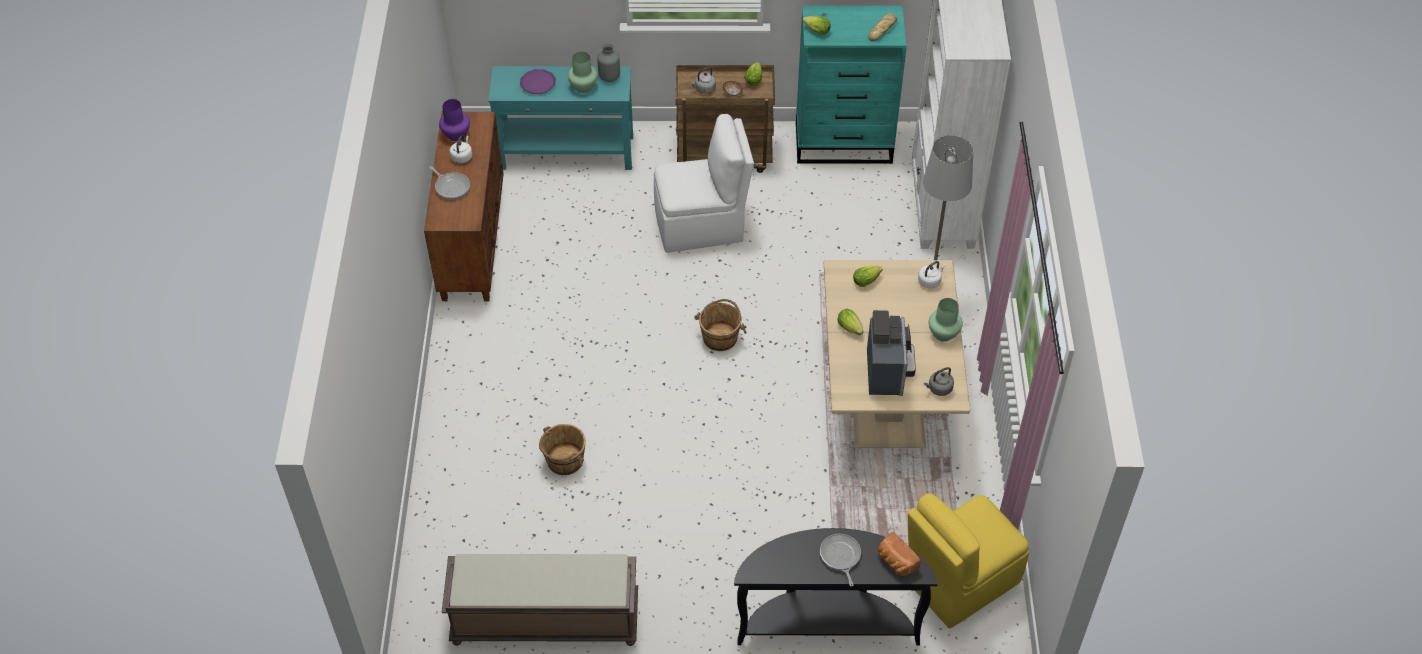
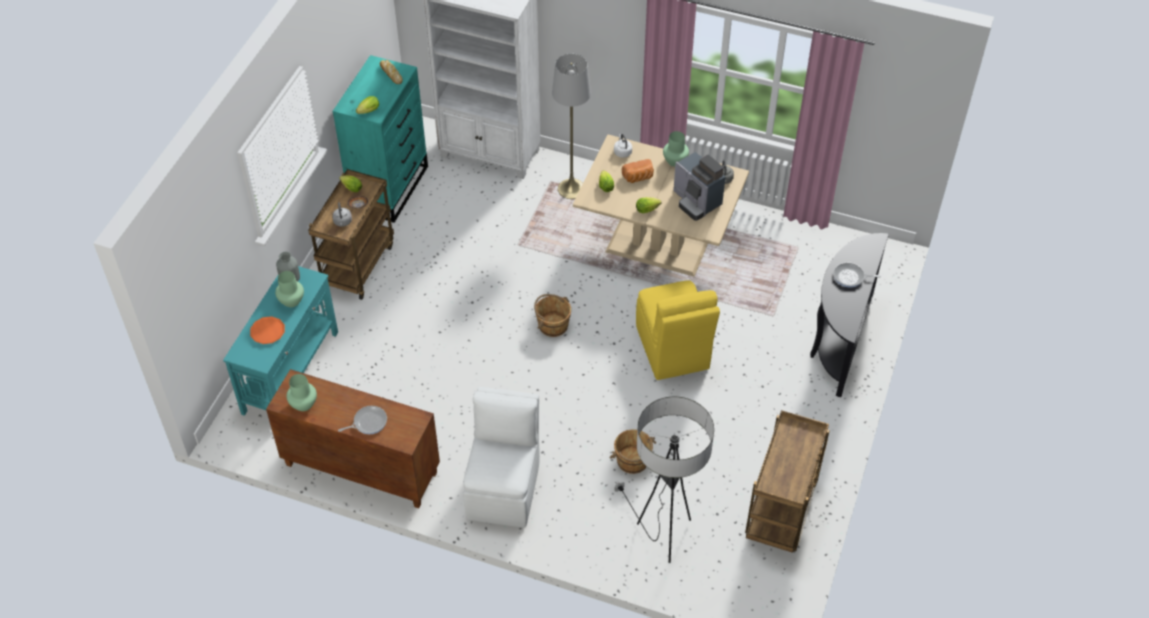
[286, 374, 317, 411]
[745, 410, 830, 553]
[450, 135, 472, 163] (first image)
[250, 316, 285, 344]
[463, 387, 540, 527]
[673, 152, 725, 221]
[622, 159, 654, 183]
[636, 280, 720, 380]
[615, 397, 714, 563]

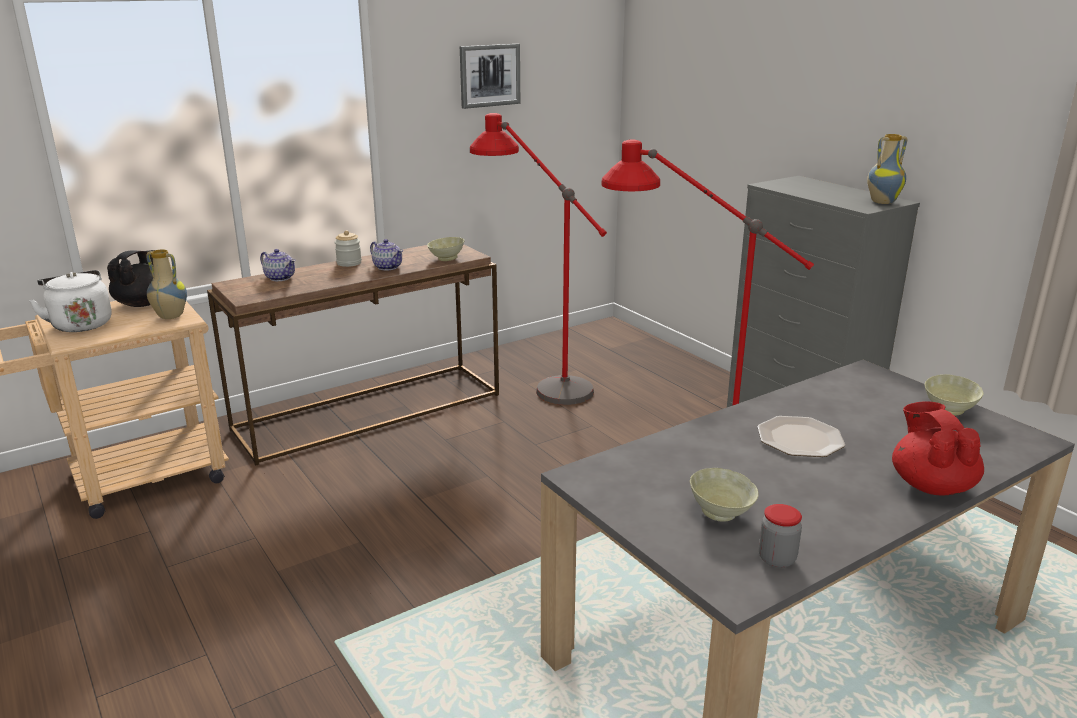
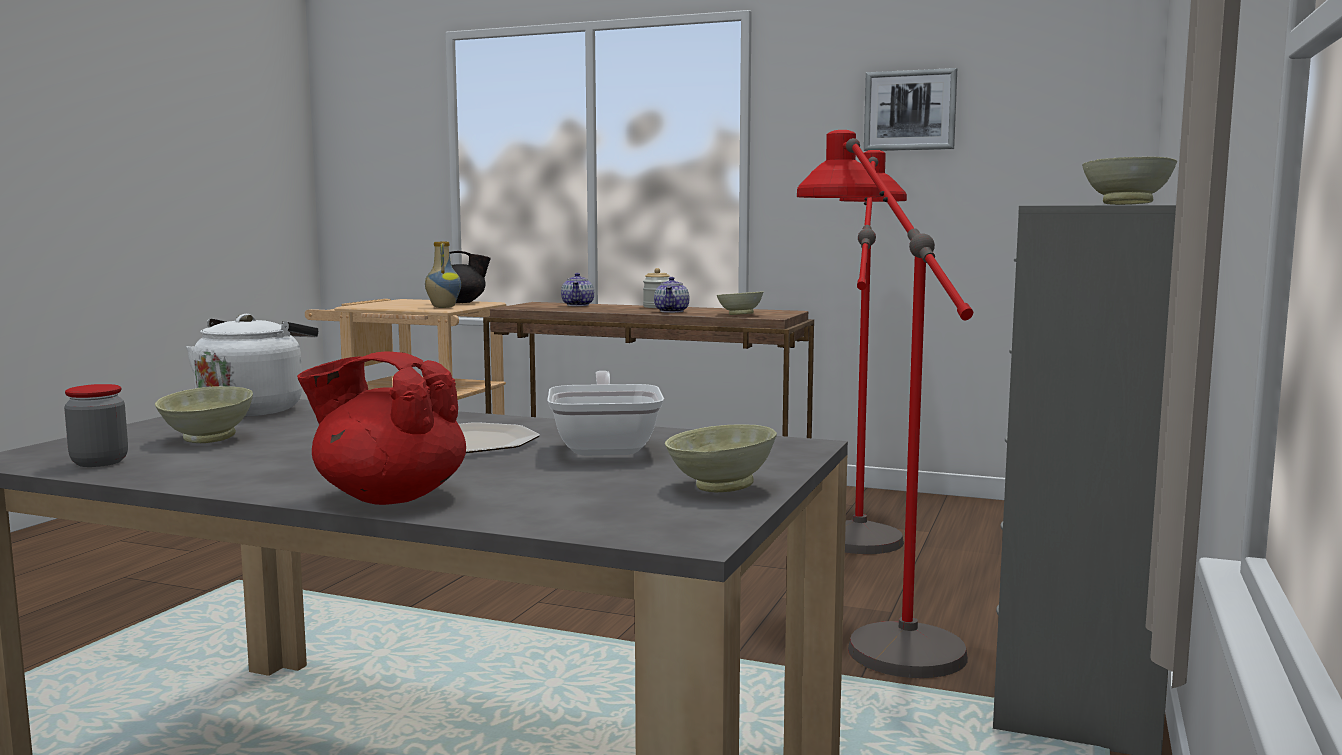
[186, 314, 318, 416]
[1082, 157, 1177, 205]
[297, 351, 466, 505]
[547, 371, 664, 456]

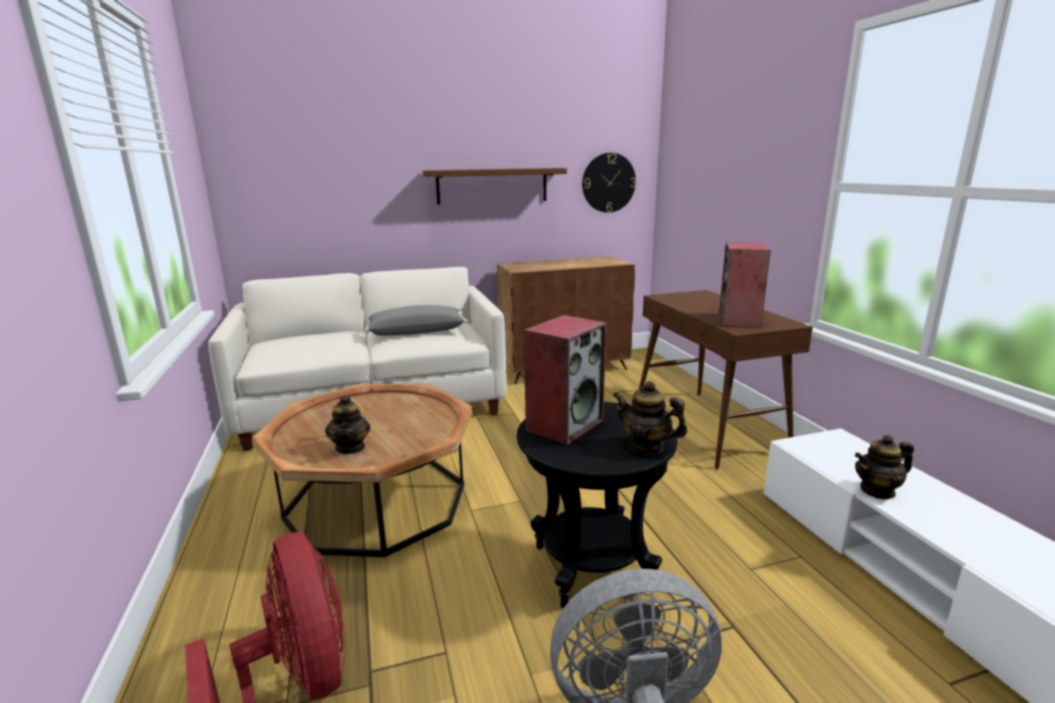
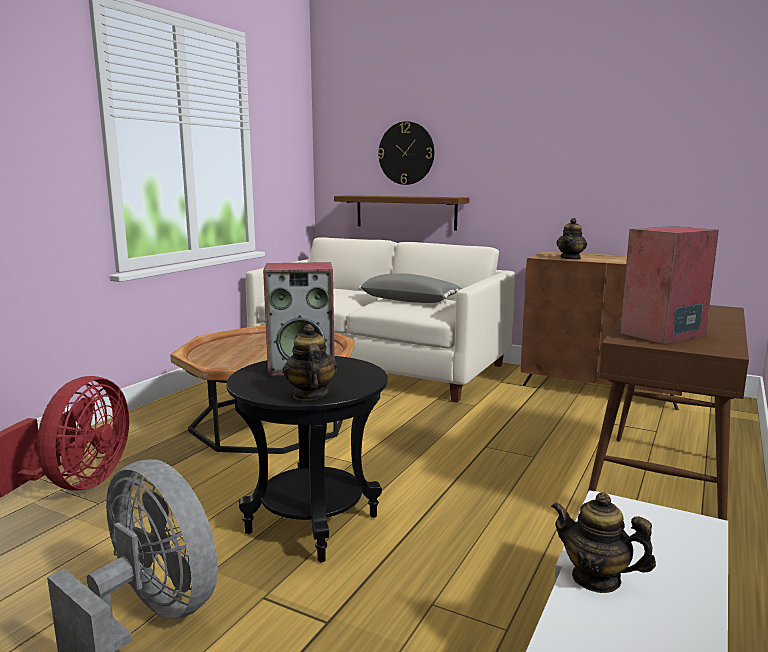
[557, 218, 587, 260]
[334, 195, 469, 231]
[378, 121, 434, 185]

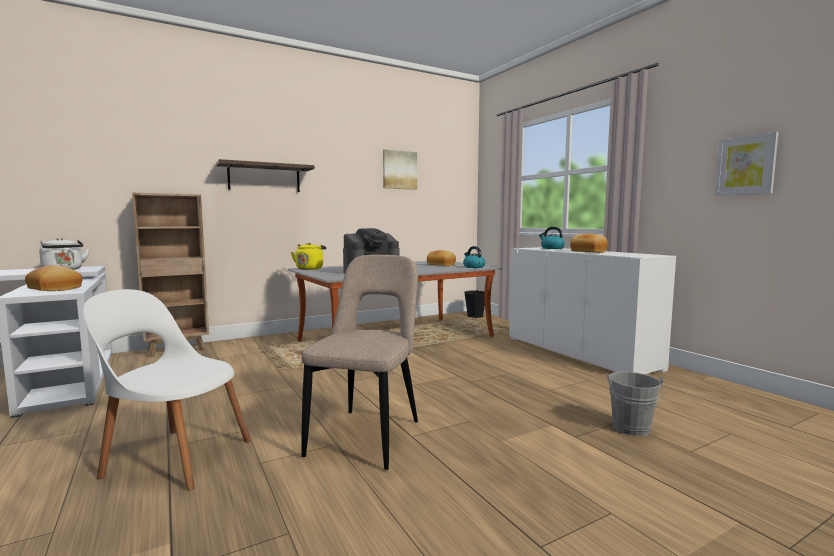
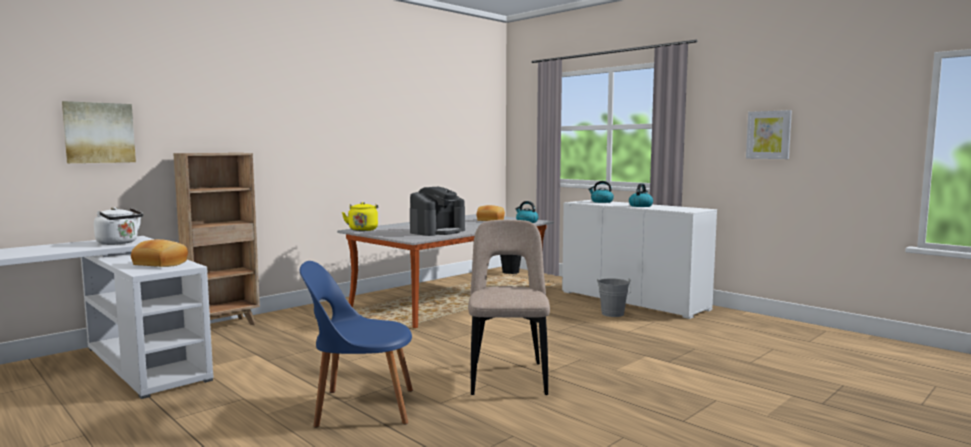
[300, 261, 413, 427]
[216, 159, 315, 192] (first image)
[62, 101, 136, 163]
[629, 183, 653, 207]
[597, 278, 631, 317]

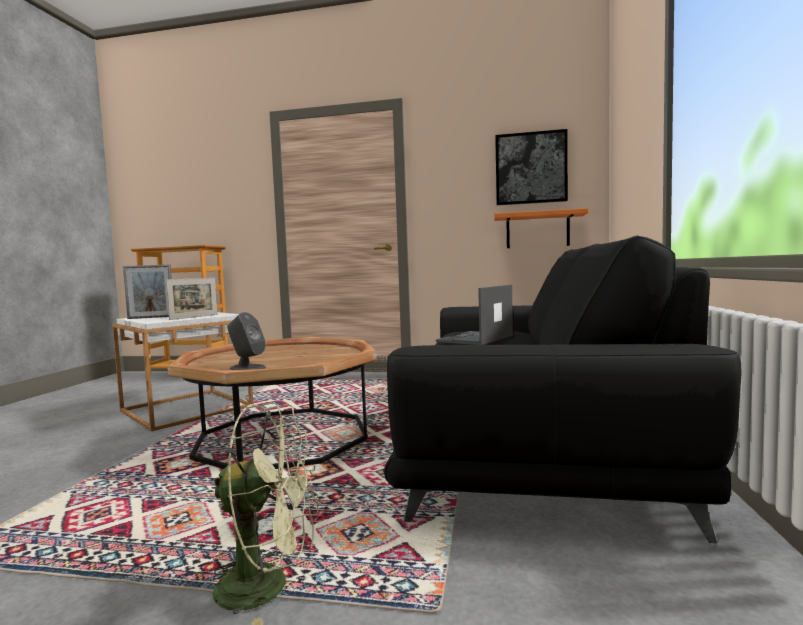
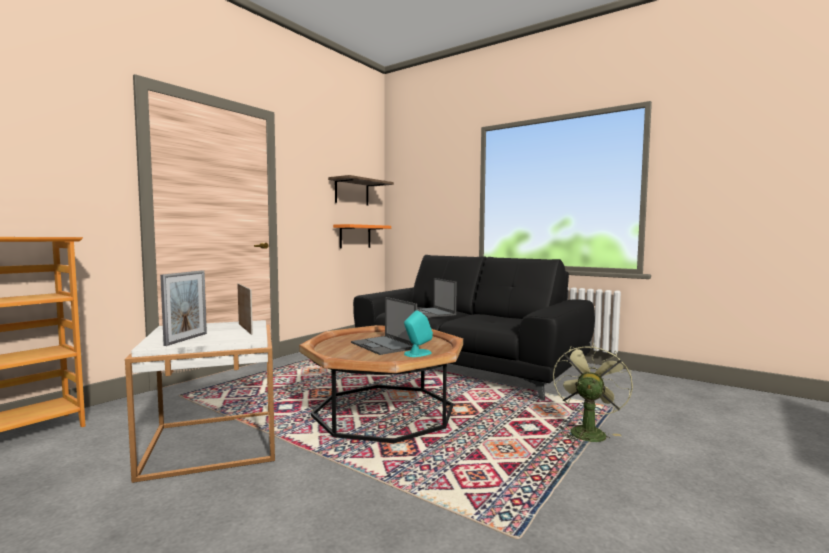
[404, 310, 433, 357]
[328, 175, 394, 206]
[351, 297, 417, 355]

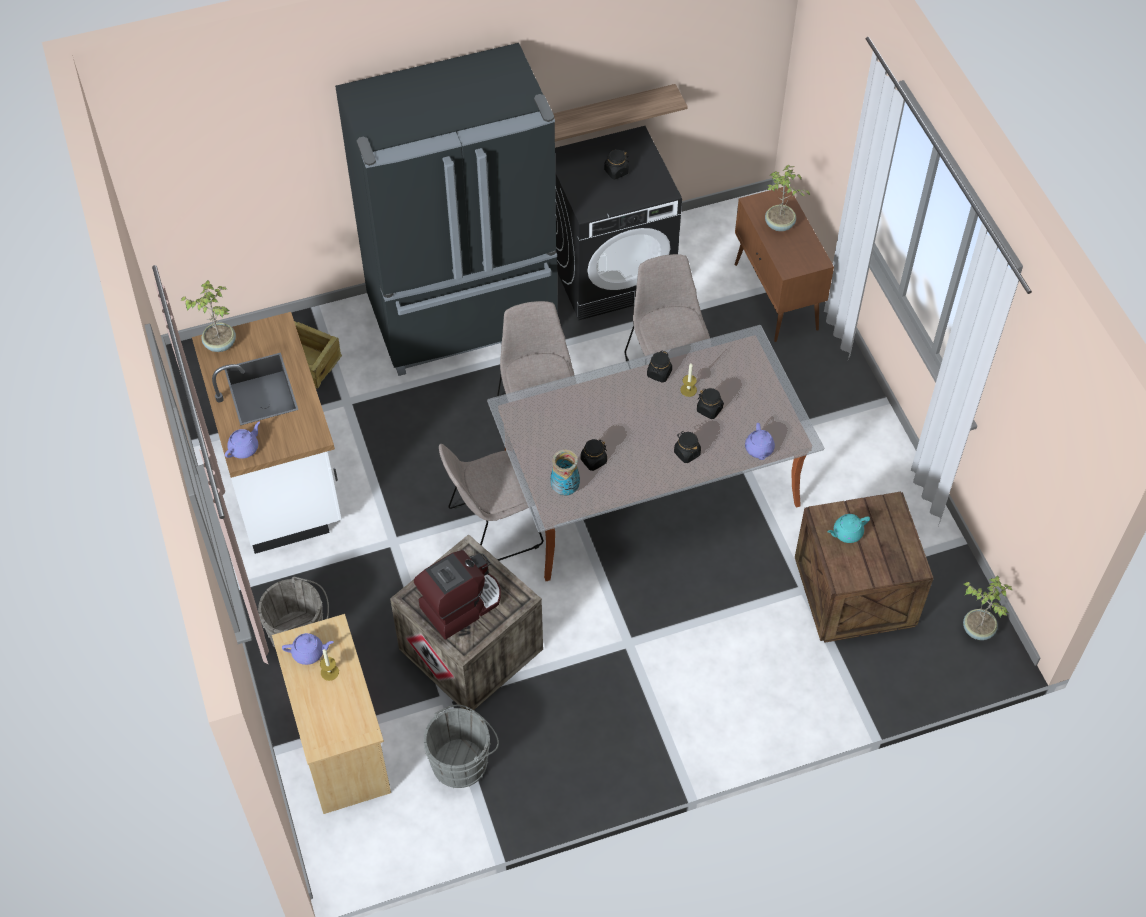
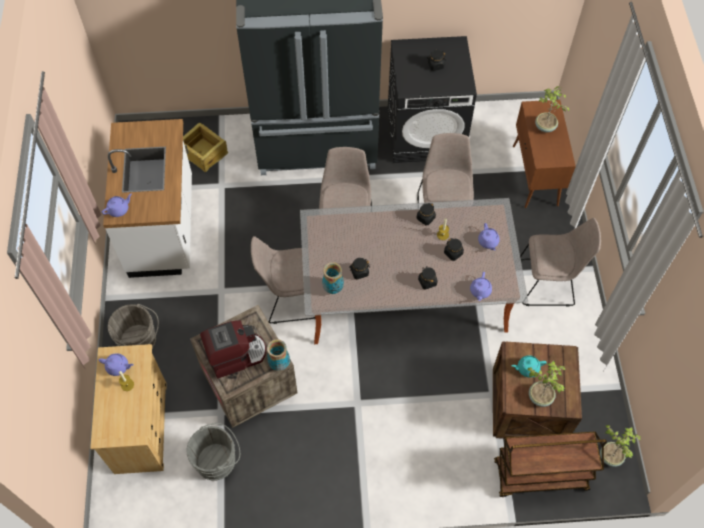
[527, 361, 566, 407]
[553, 84, 688, 141] (first image)
[267, 339, 290, 371]
[478, 223, 500, 250]
[494, 431, 607, 497]
[520, 218, 601, 307]

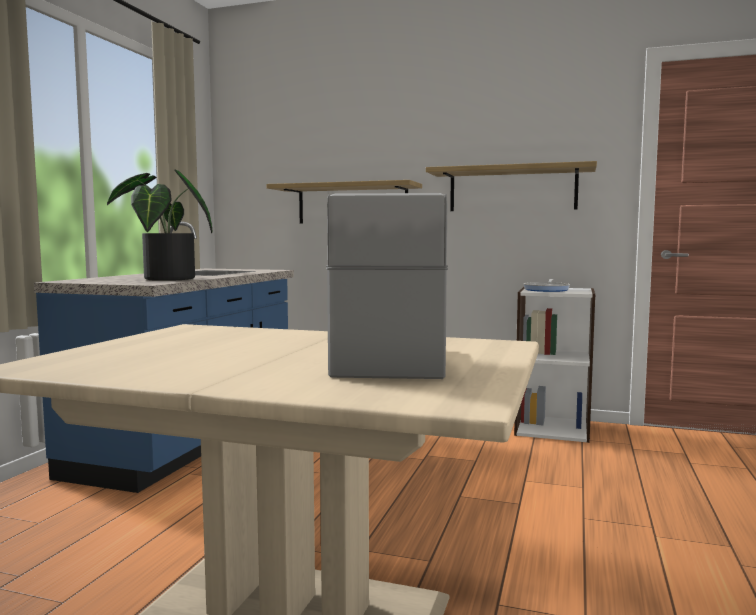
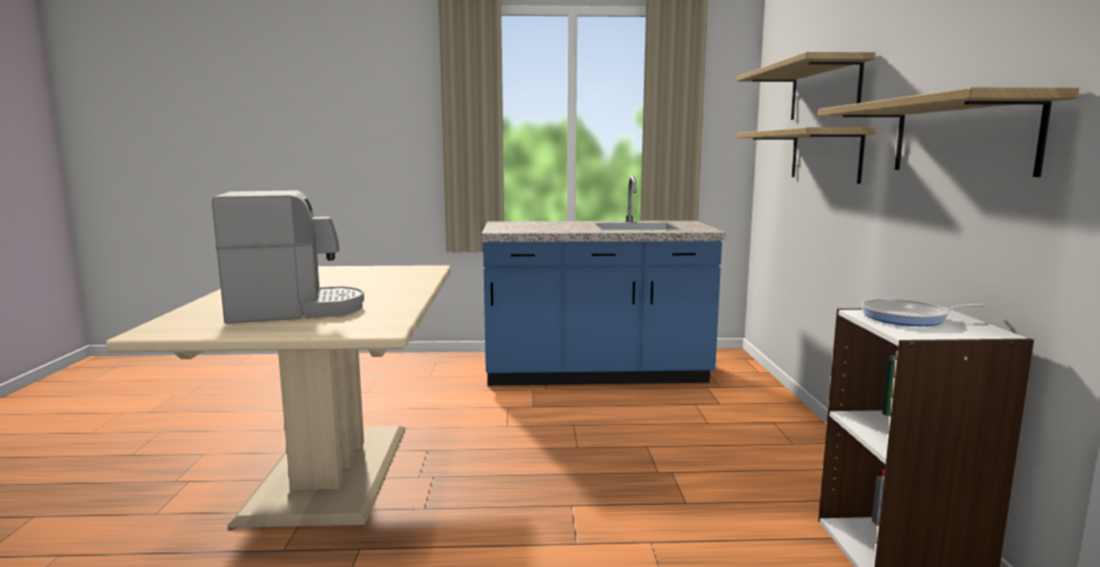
[107, 170, 212, 281] (first image)
[736, 52, 875, 120]

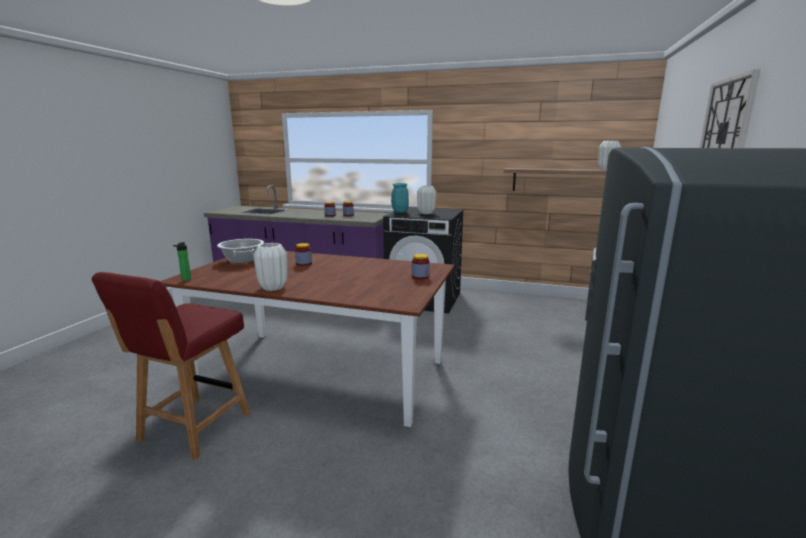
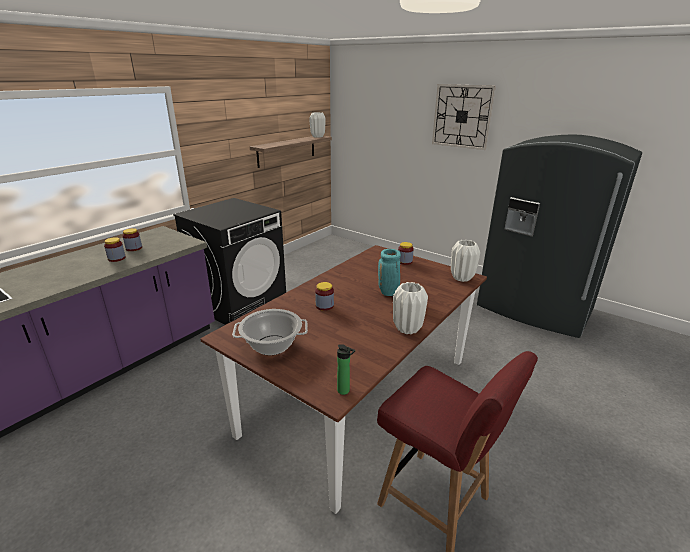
[378, 249, 401, 296]
[451, 240, 480, 282]

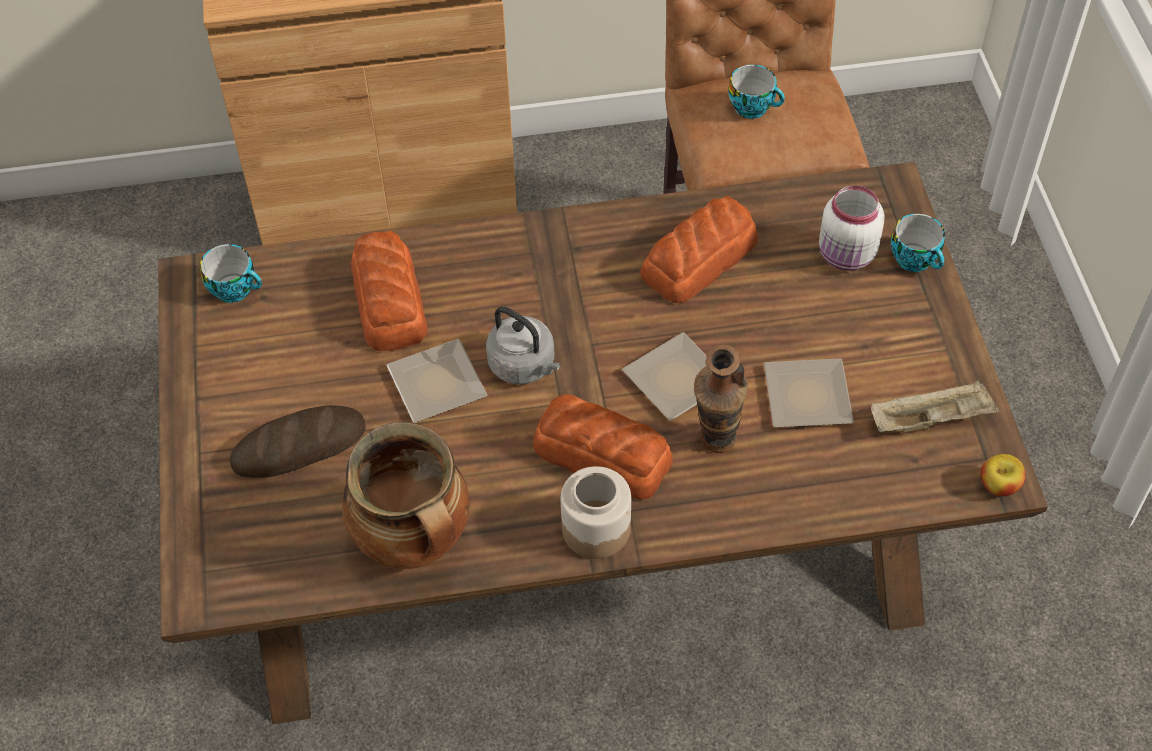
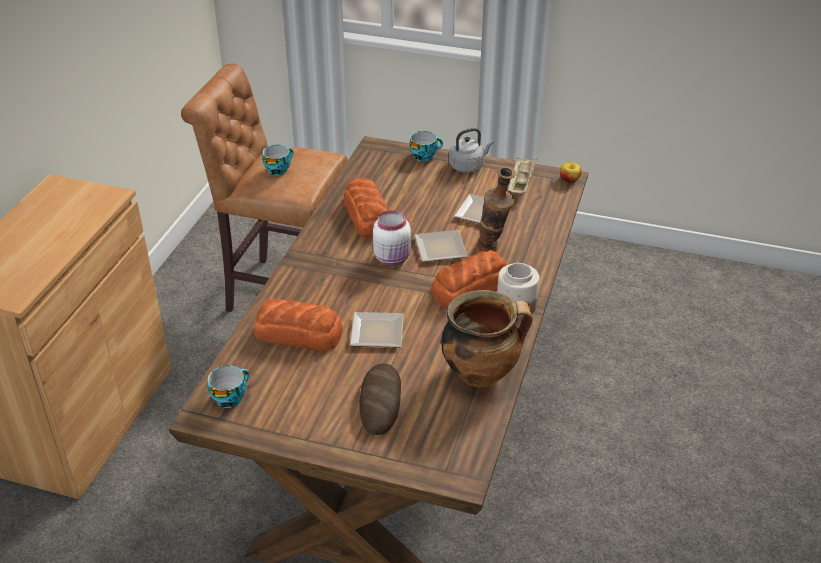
[449, 128, 494, 173]
[373, 210, 411, 266]

